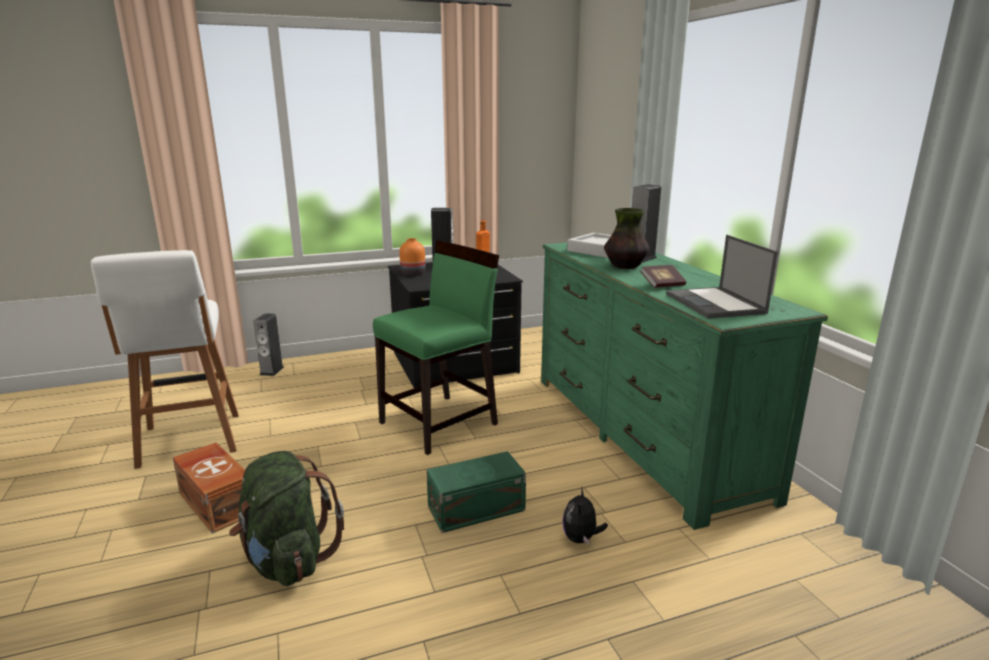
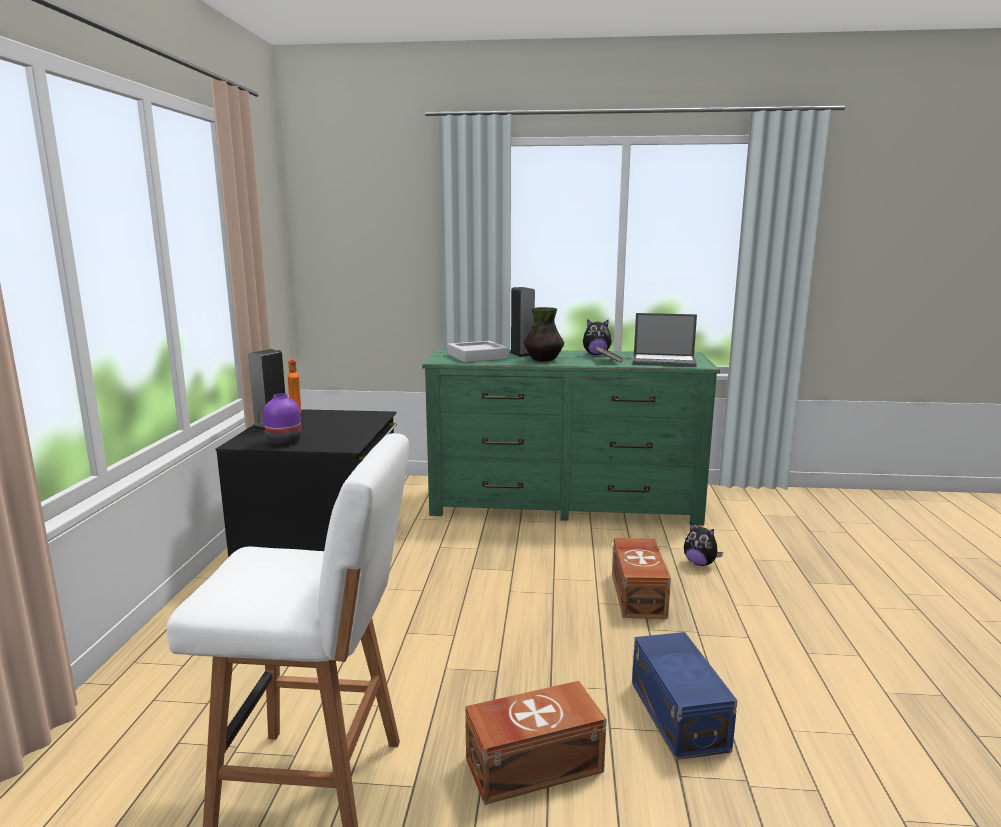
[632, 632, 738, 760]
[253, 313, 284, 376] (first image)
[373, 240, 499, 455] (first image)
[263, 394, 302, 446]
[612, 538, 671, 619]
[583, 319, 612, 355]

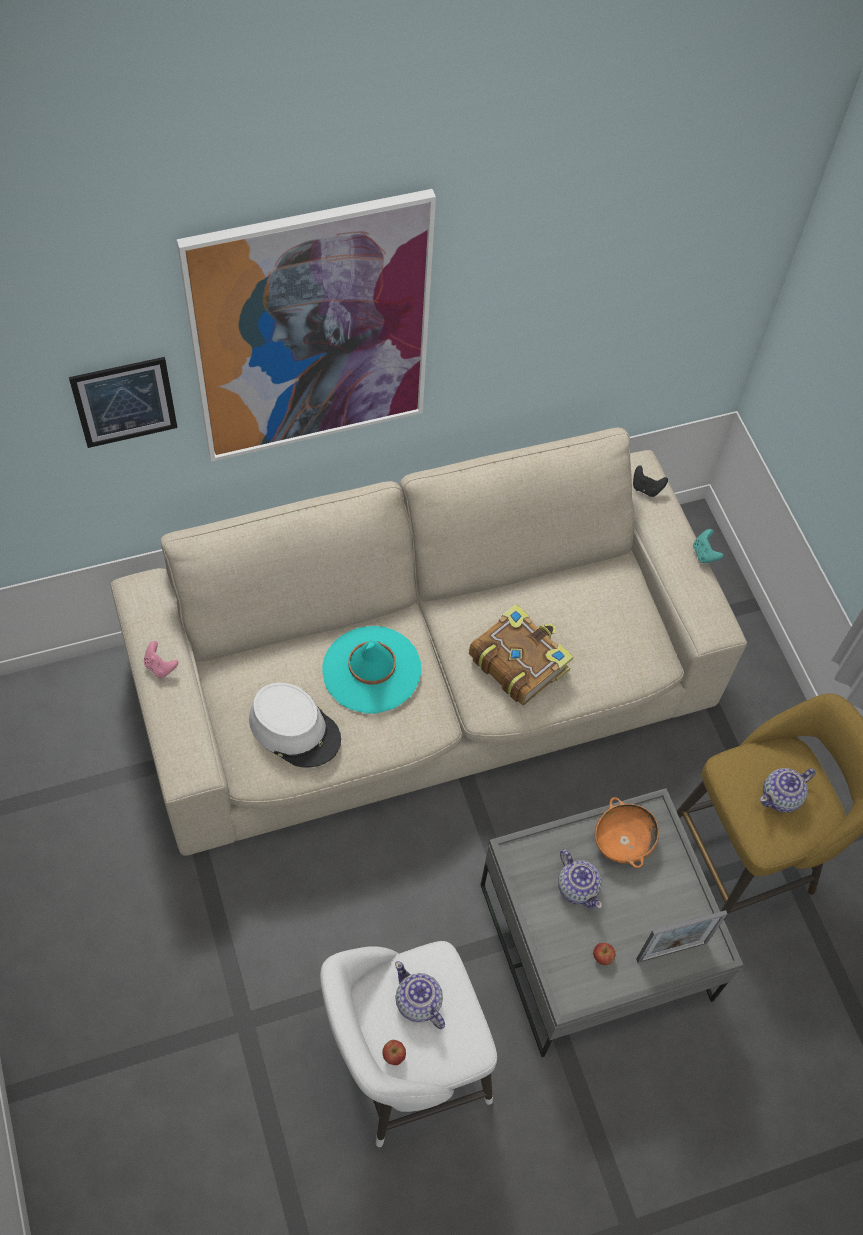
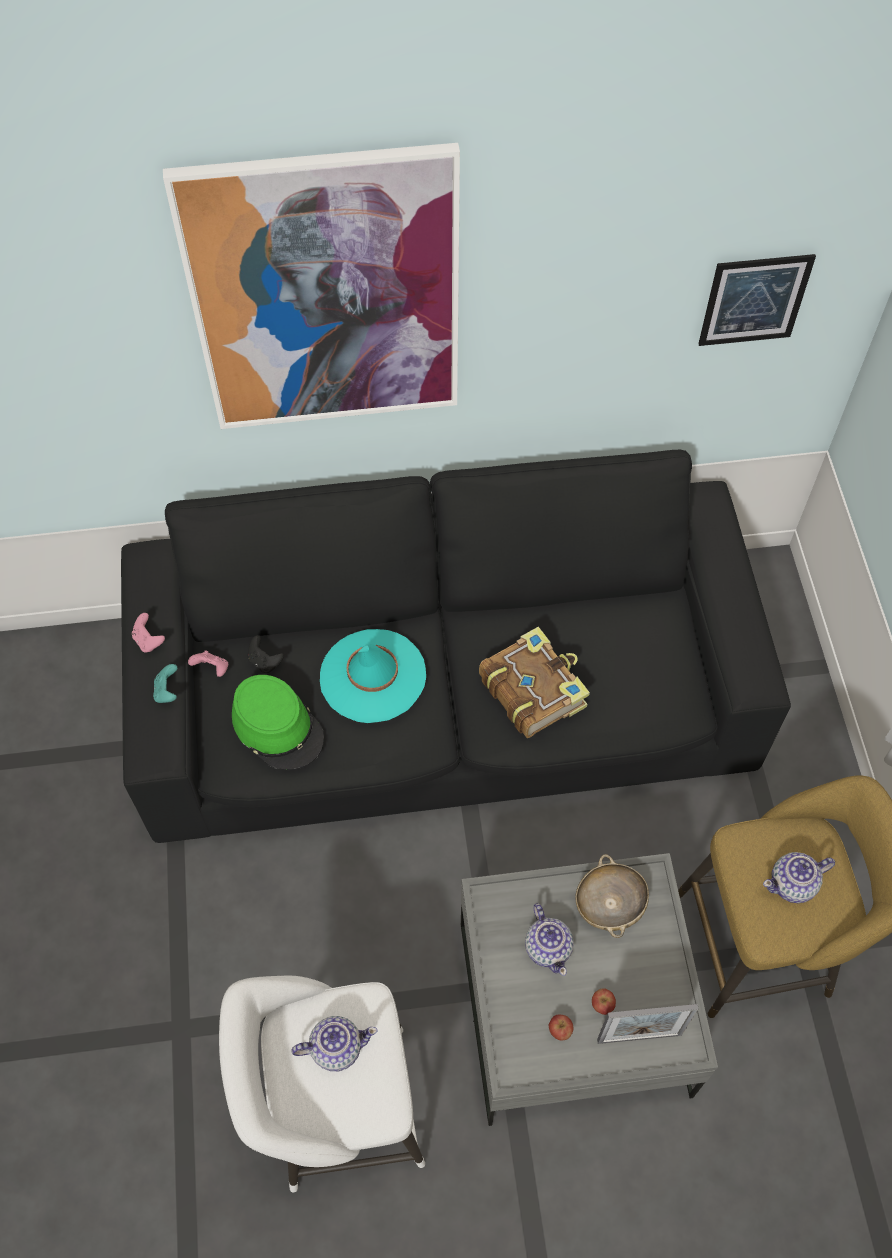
[698, 254, 816, 346]
[121, 450, 791, 843]
[232, 675, 324, 770]
[592, 988, 616, 1015]
[291, 1016, 378, 1071]
[575, 854, 649, 938]
[247, 635, 284, 673]
[153, 664, 177, 703]
[188, 650, 228, 677]

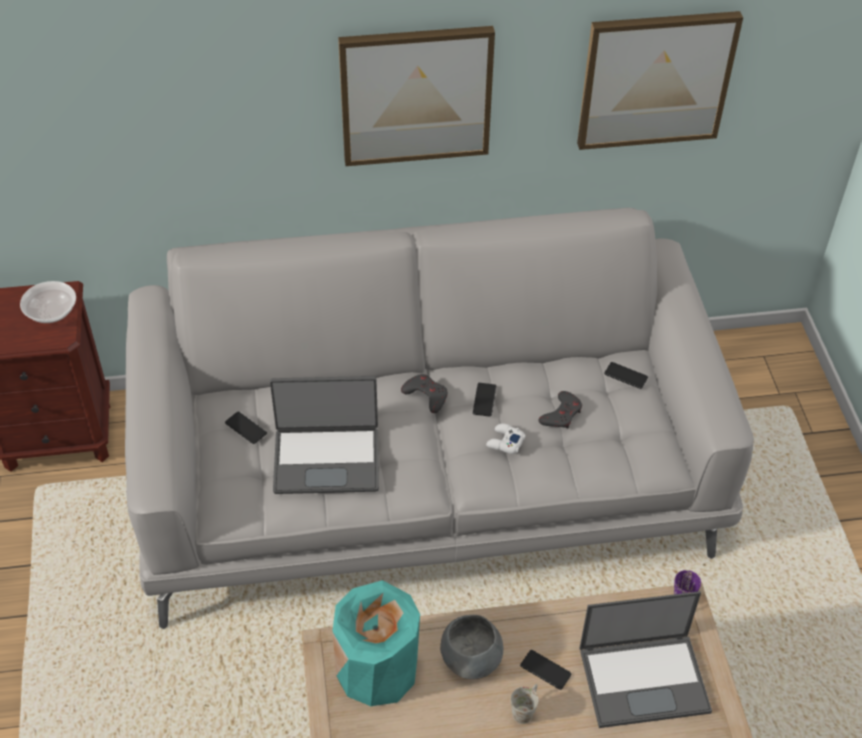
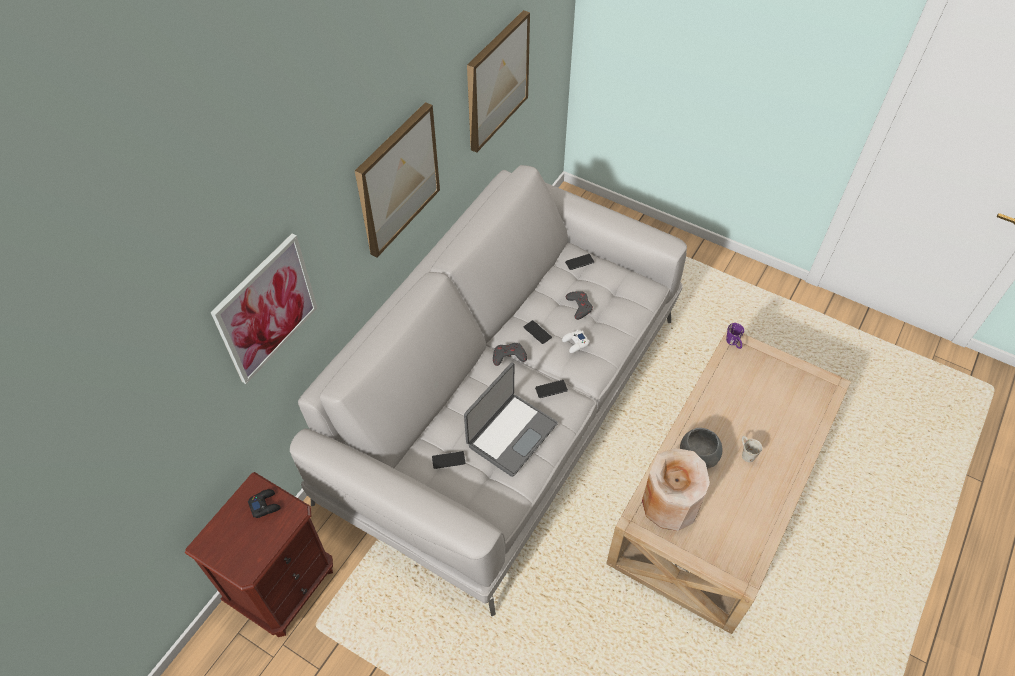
[248, 489, 280, 518]
[642, 448, 710, 531]
[535, 380, 568, 398]
[579, 591, 712, 728] (first image)
[210, 233, 318, 384]

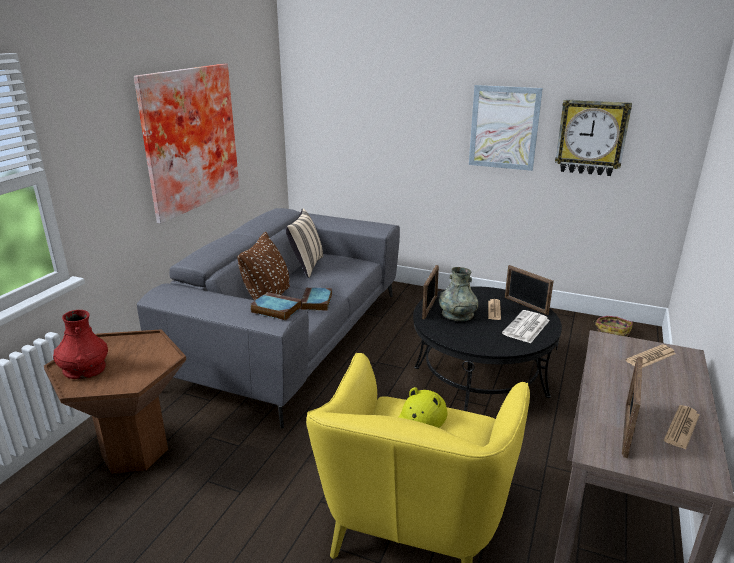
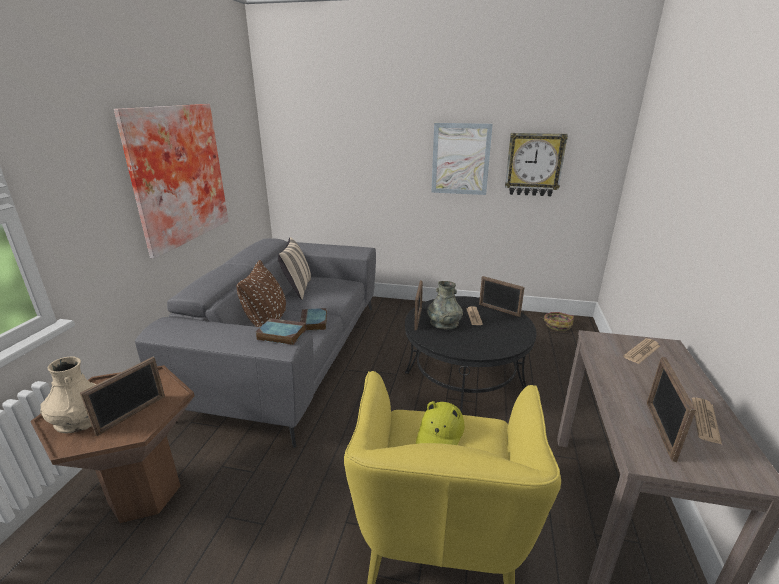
[40, 356, 97, 433]
[502, 310, 550, 343] (first image)
[80, 357, 165, 436]

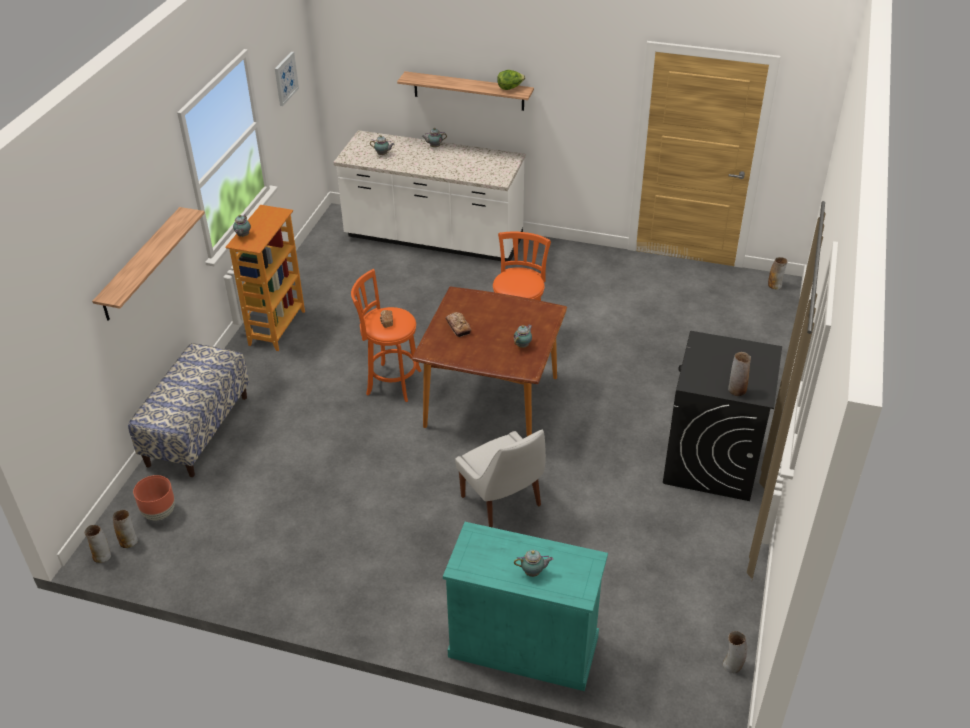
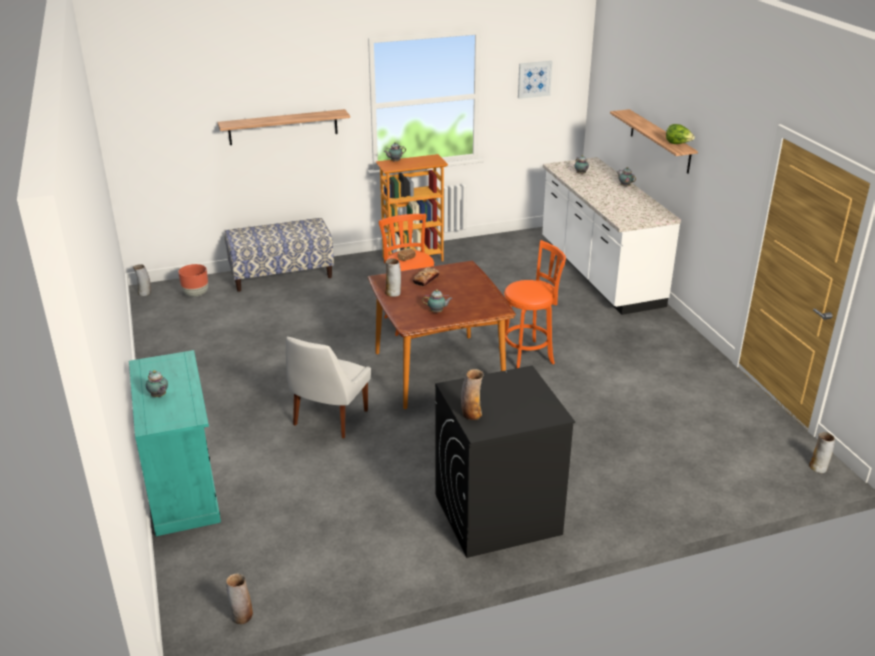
[385, 258, 401, 297]

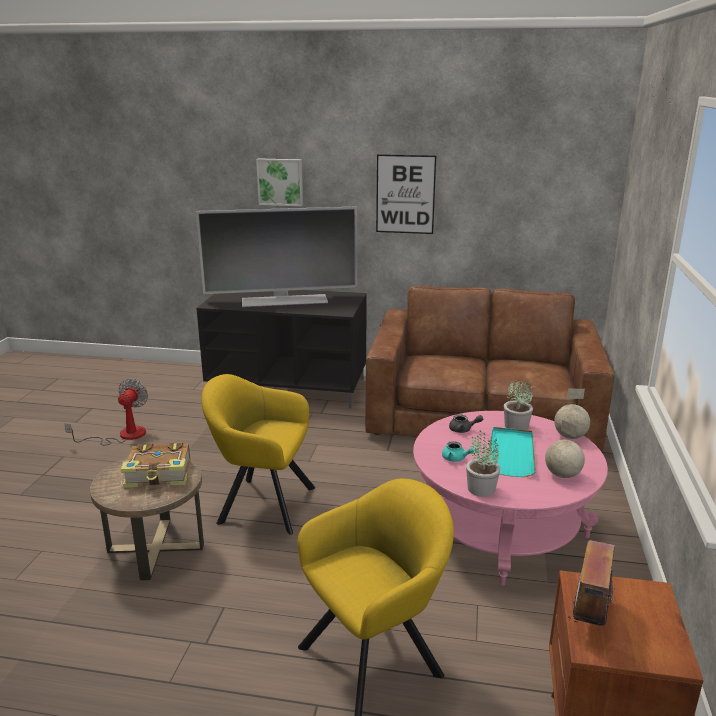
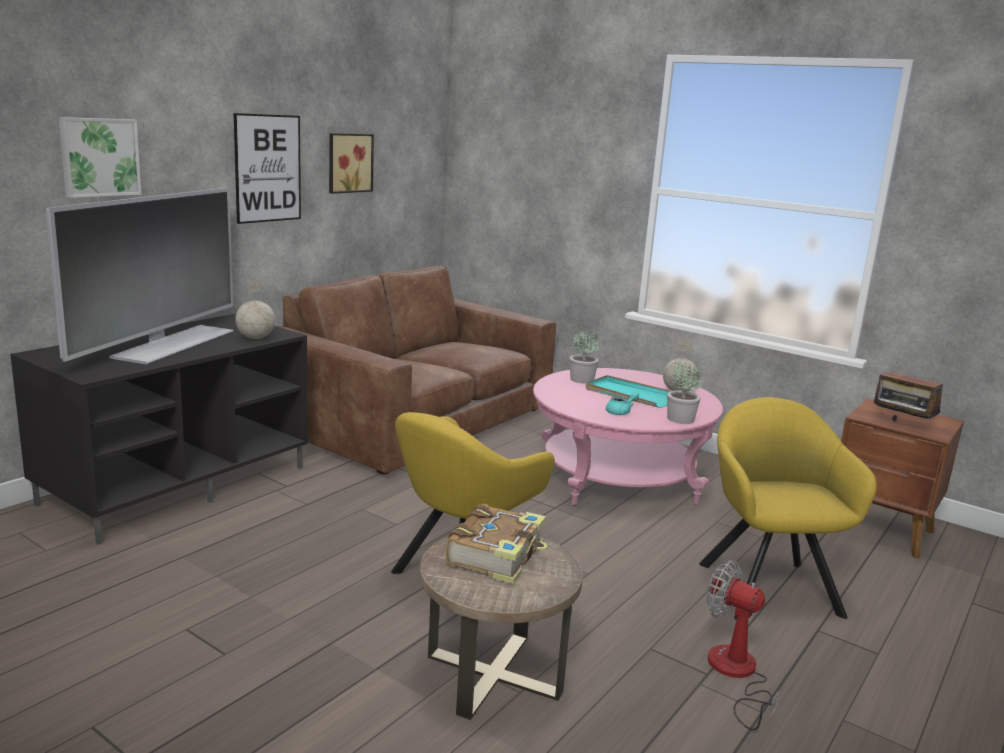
[706, 560, 779, 731]
[449, 414, 483, 433] (first image)
[235, 279, 275, 339]
[329, 133, 374, 194]

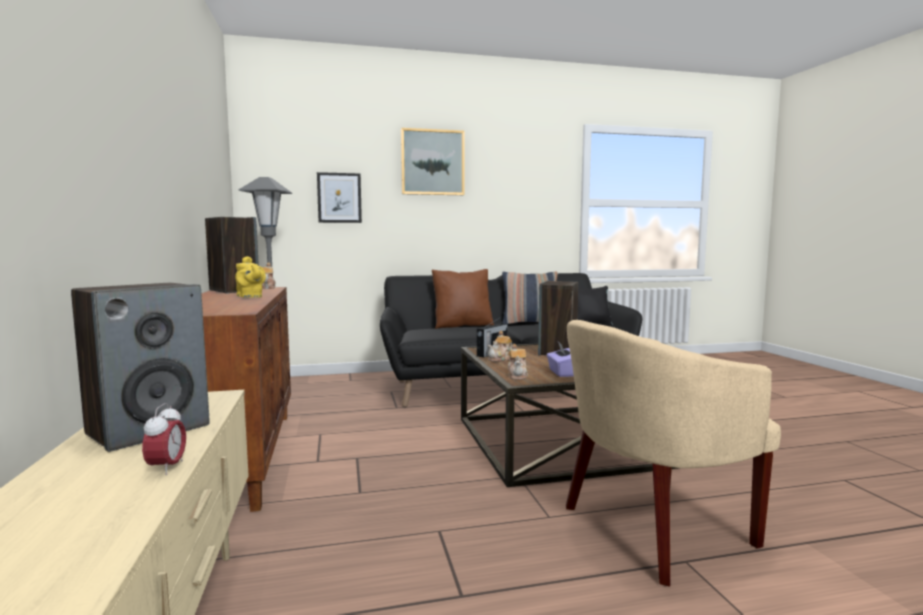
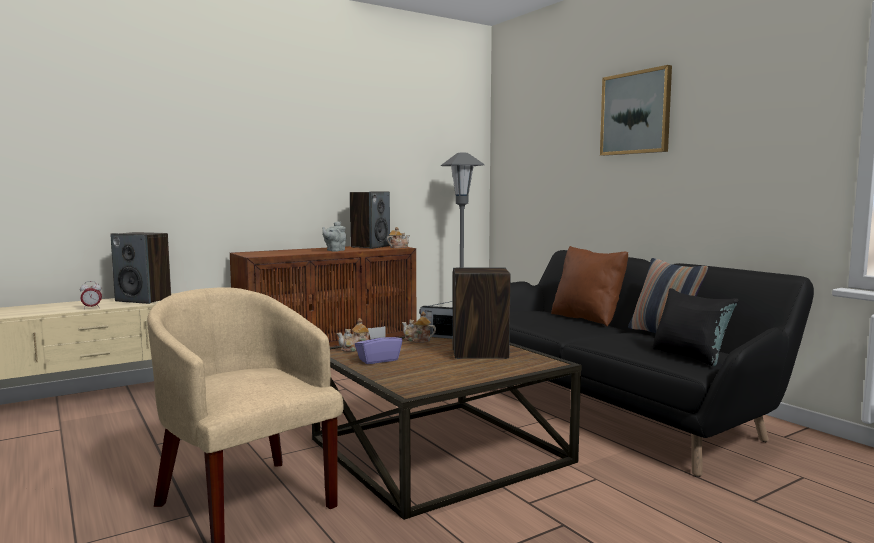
[322, 221, 346, 252]
[317, 172, 362, 223] (first image)

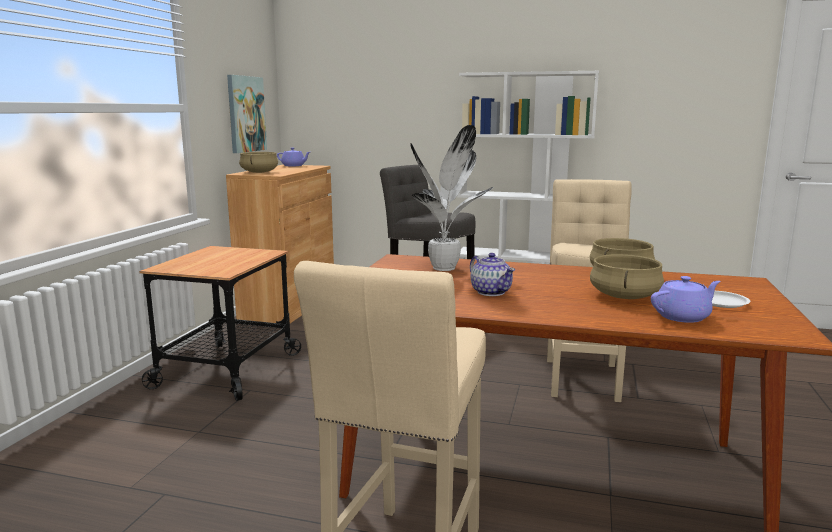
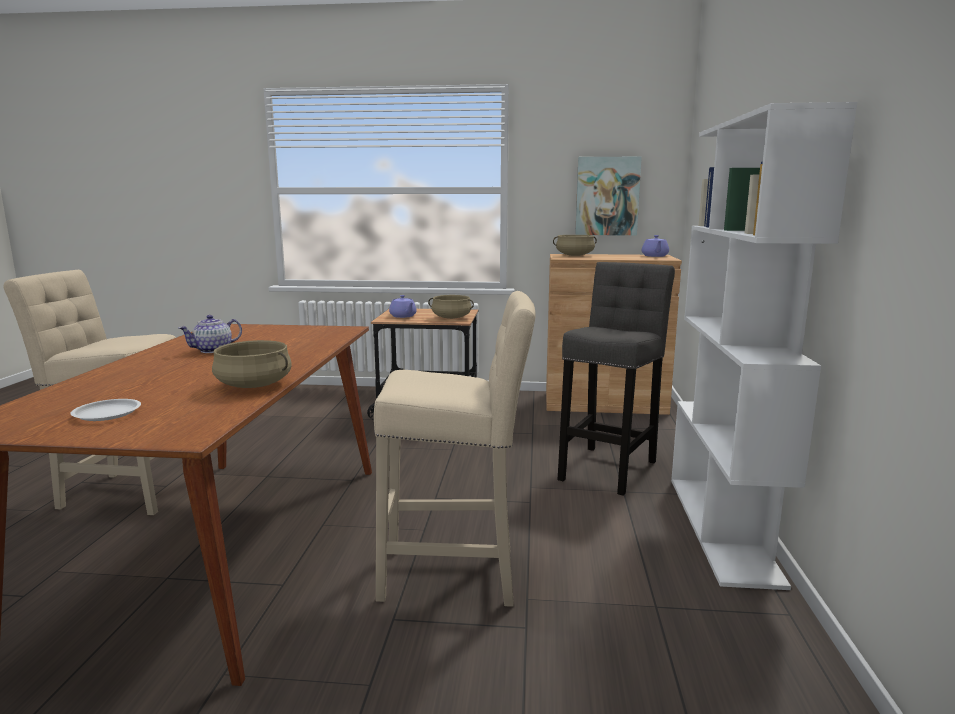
[410, 125, 494, 271] (first image)
[428, 295, 474, 319]
[389, 295, 417, 318]

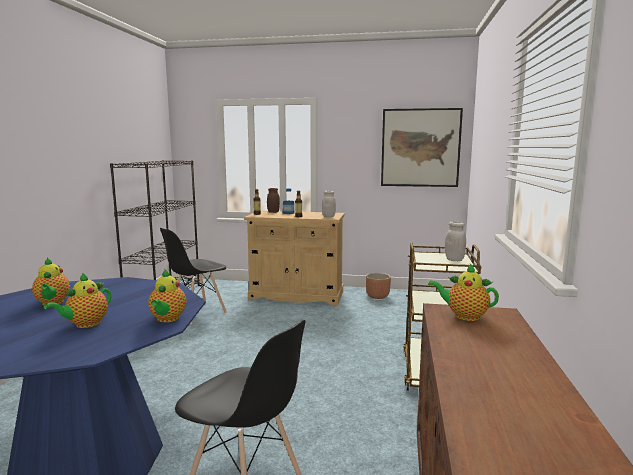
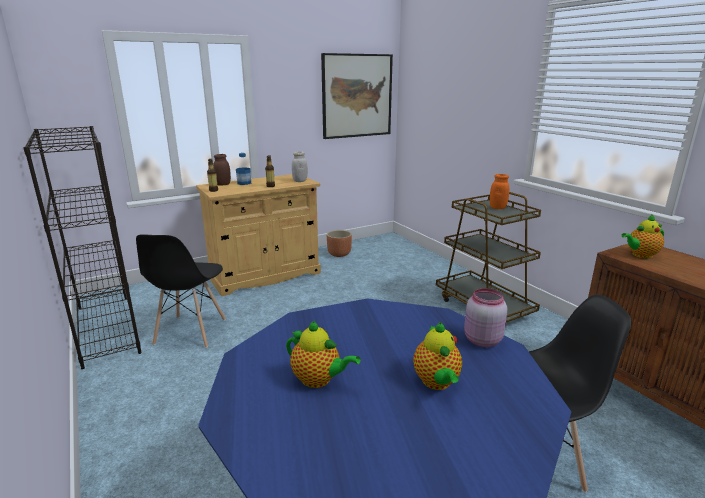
[464, 288, 507, 347]
[490, 174, 509, 209]

